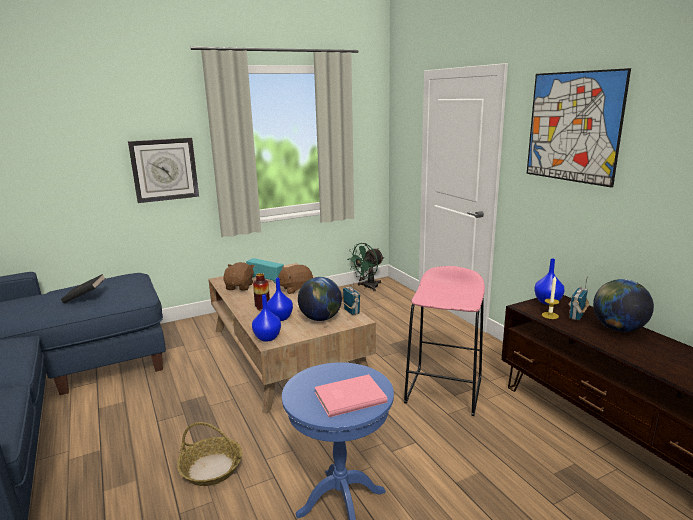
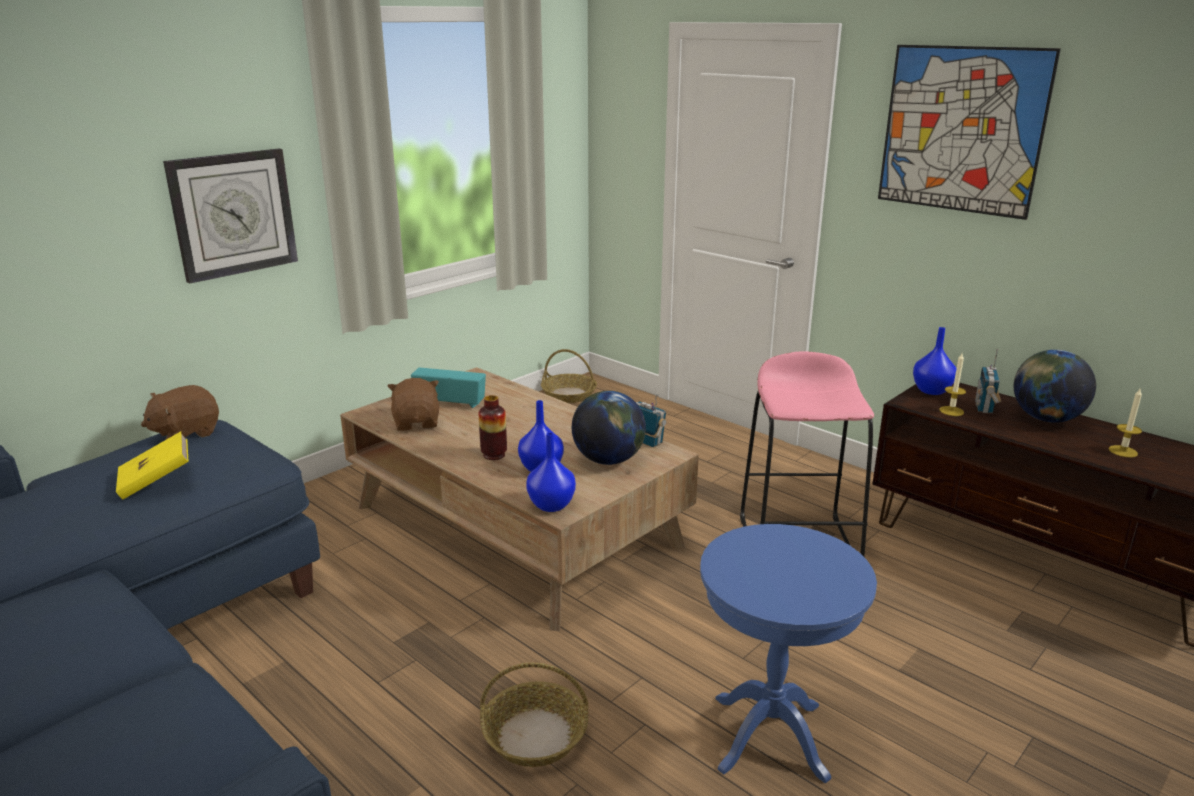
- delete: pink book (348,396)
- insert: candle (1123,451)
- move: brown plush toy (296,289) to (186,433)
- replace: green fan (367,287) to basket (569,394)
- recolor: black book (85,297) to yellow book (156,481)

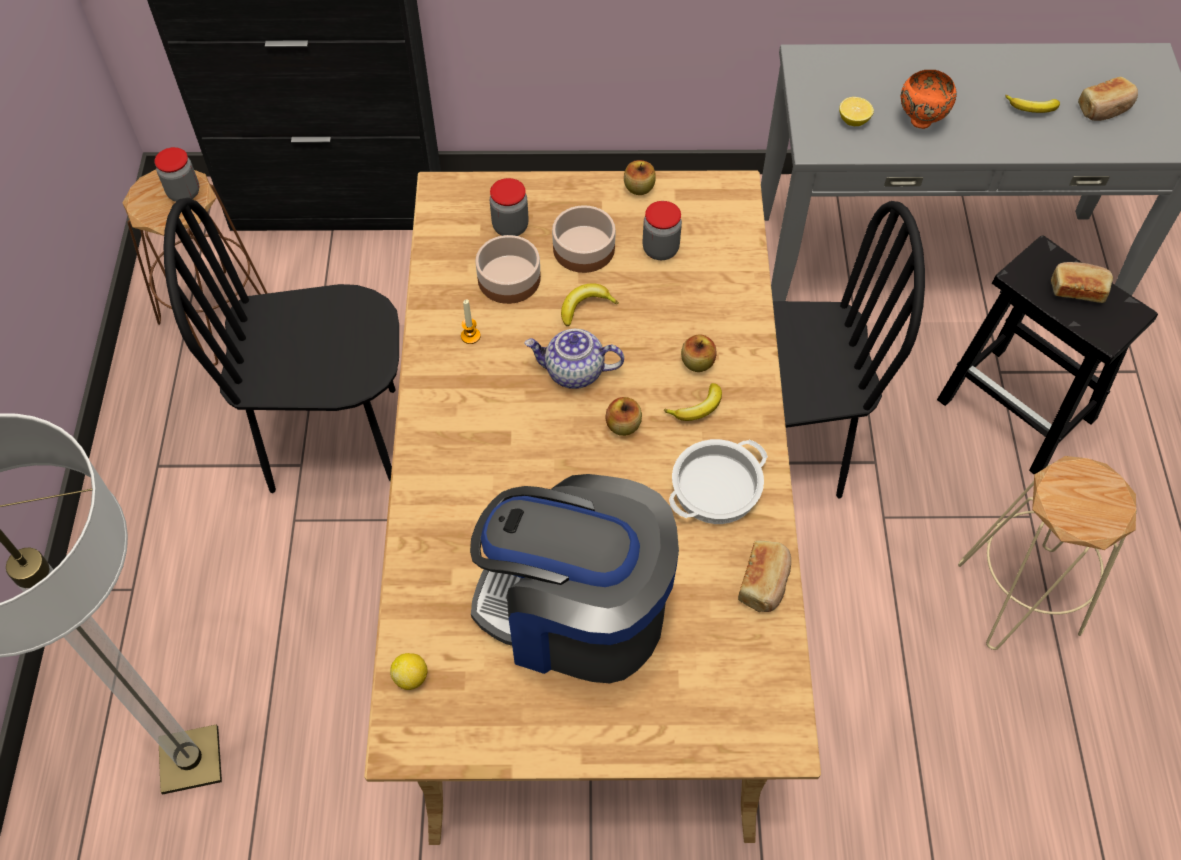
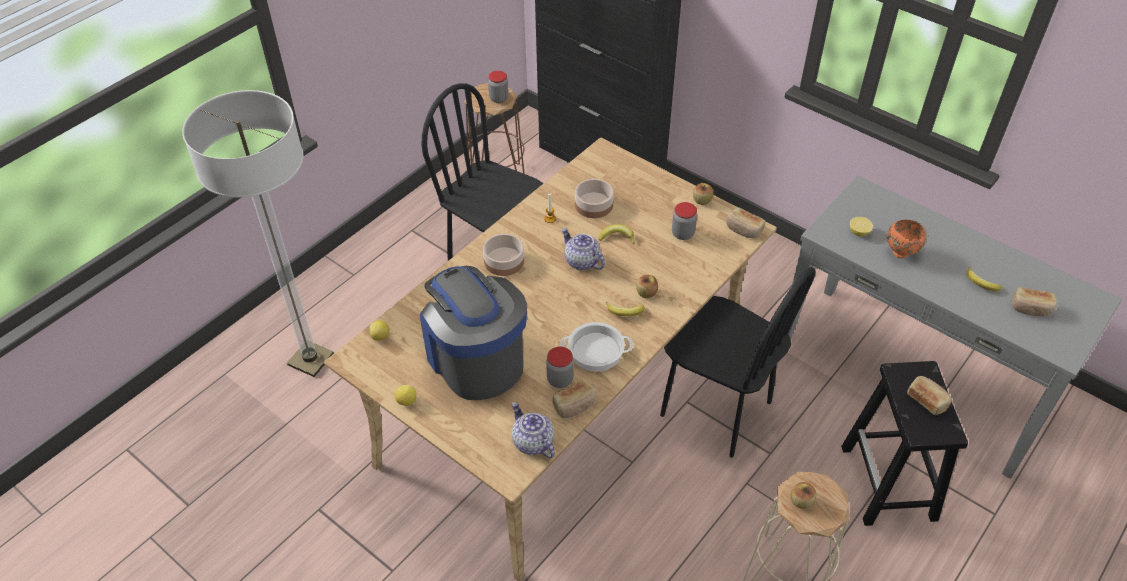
- insert: lemon (406,401)
- insert: teapot (532,442)
- insert: bread (744,229)
- move: jar (510,227) to (560,379)
- move: bowl (583,249) to (503,261)
- move: apple (623,425) to (801,501)

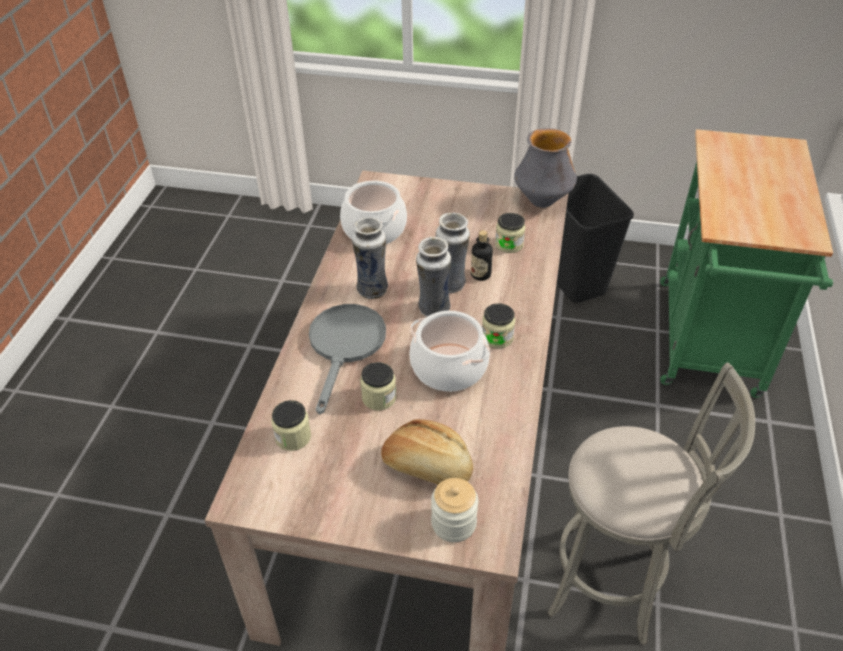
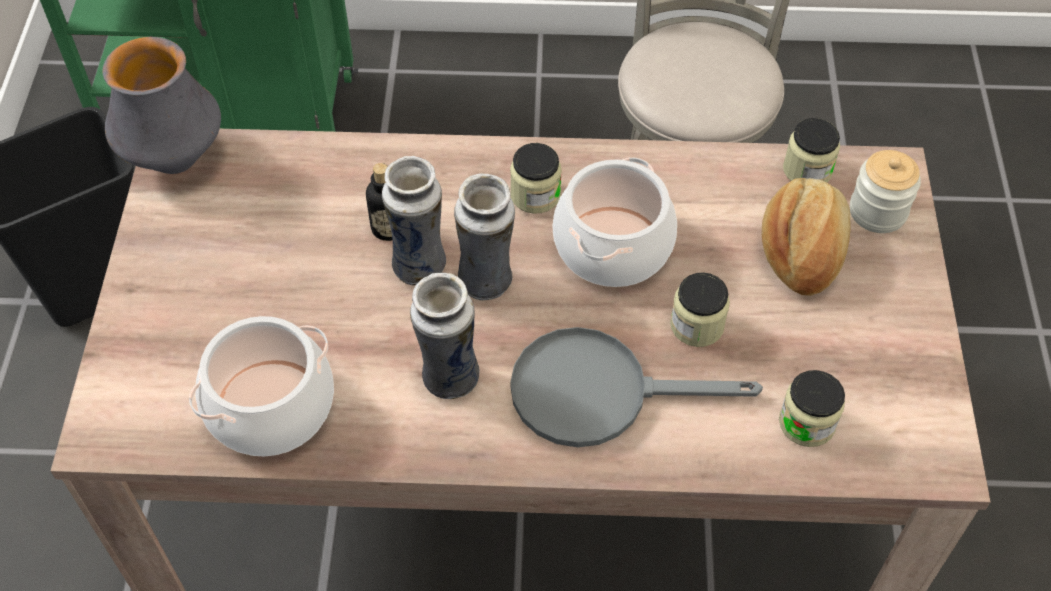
- move: jar (509,244) to (807,170)

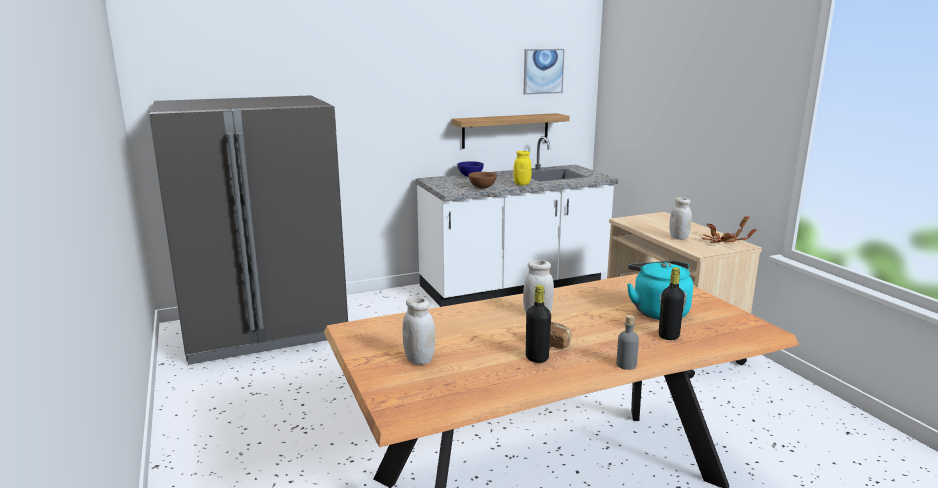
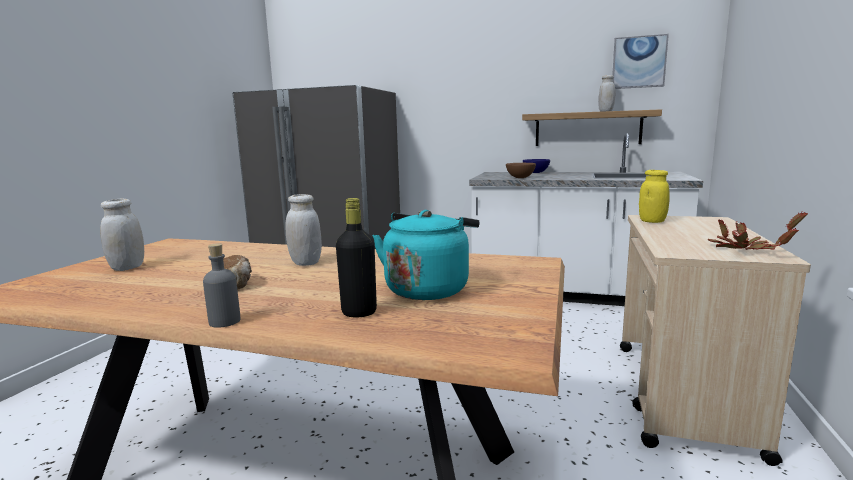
- delete: black bottle (537,358)
- move: yellow jar (522,184) to (652,221)
- move: white jar (678,237) to (606,111)

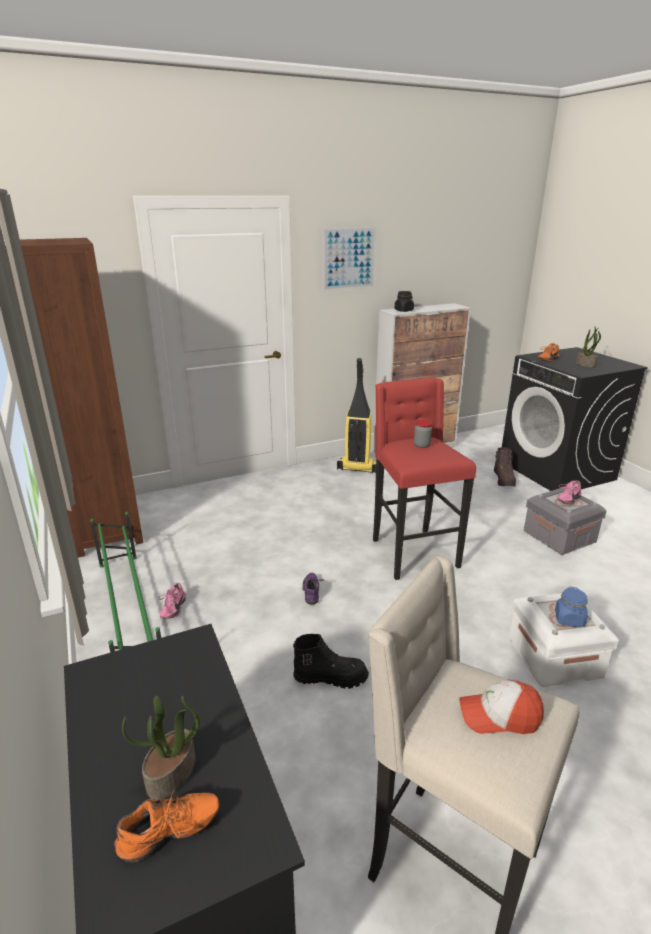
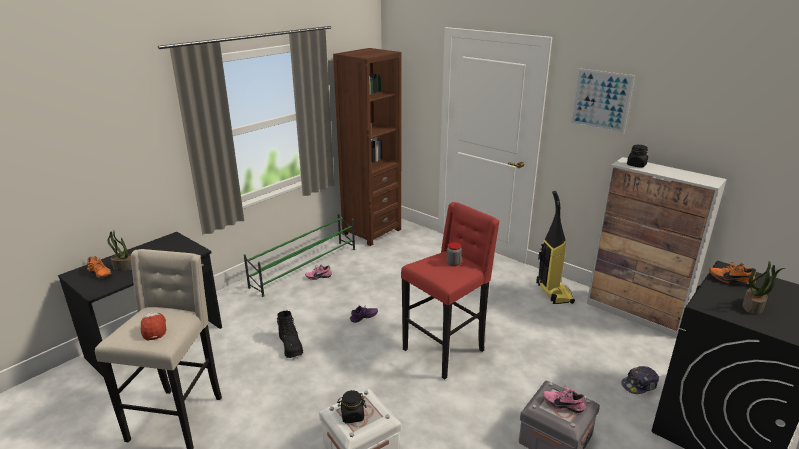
- replace: brown boot (504,480) to cap (639,385)
- recolor: blue jar (569,619) to black jar (352,415)

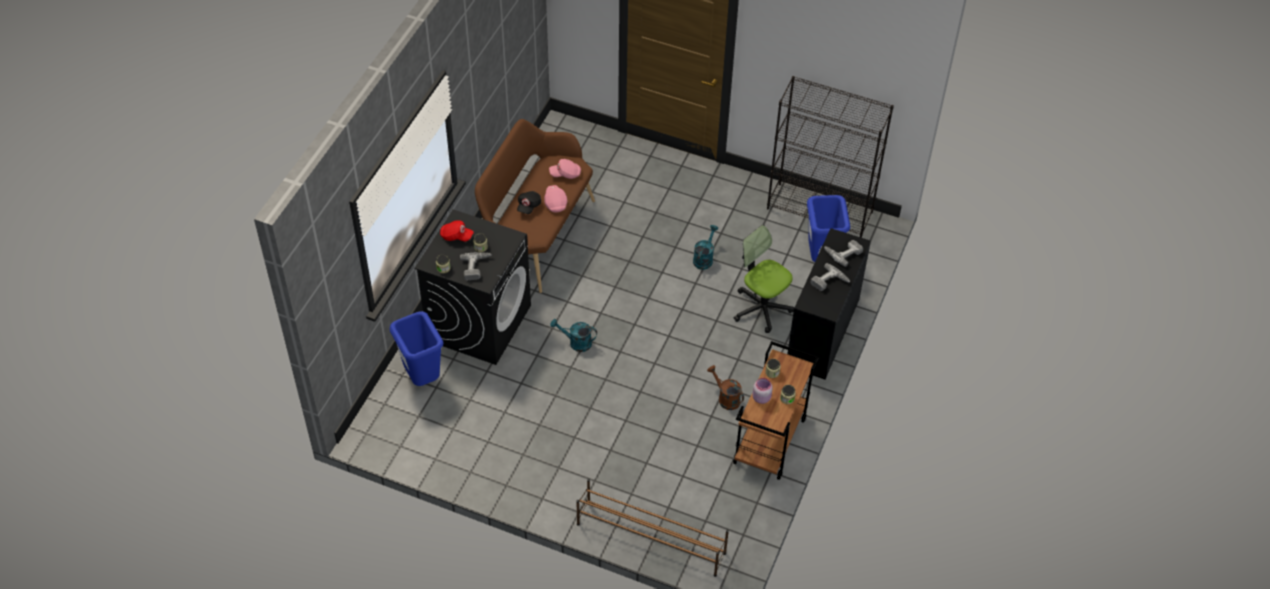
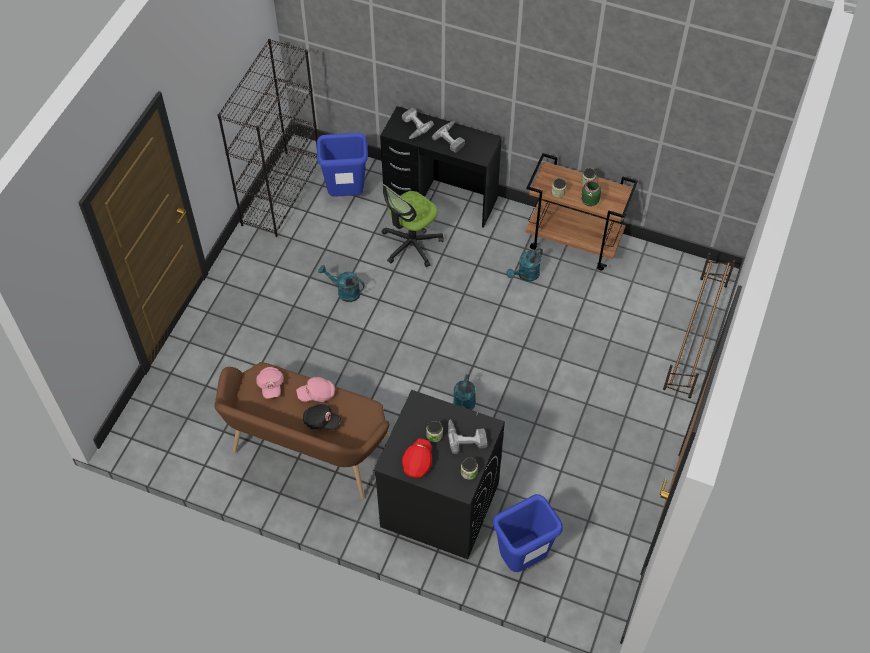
- recolor: brown watering can (726,398) to turquoise watering can (525,275)
- recolor: pink jar (761,397) to green jar (589,201)

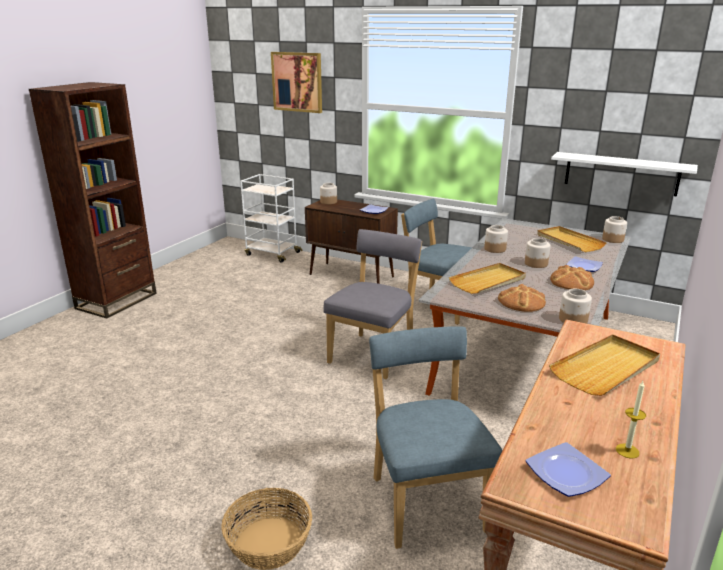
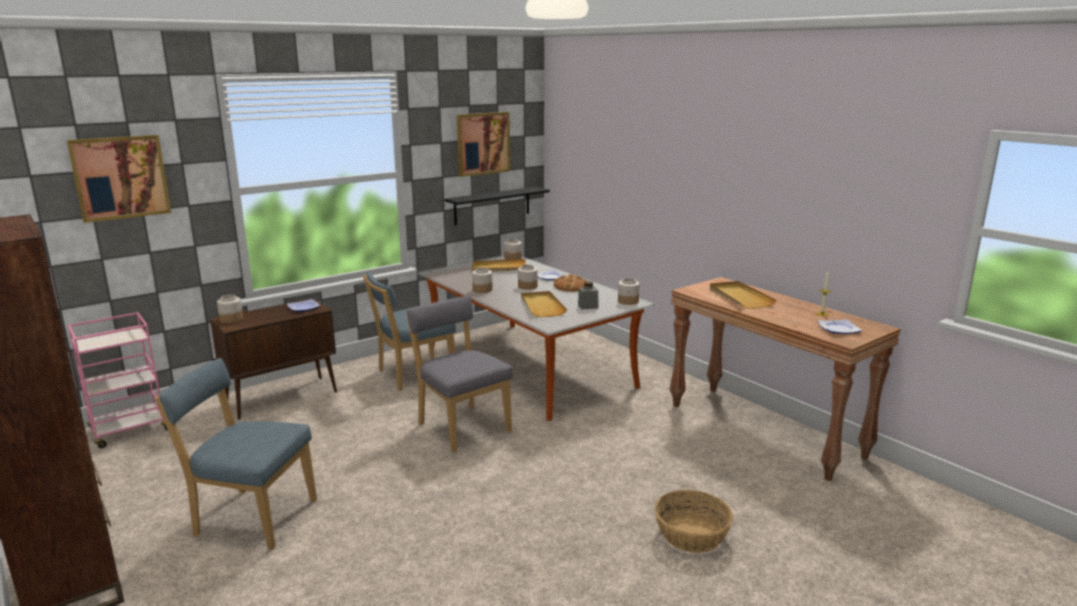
- insert: picture (483,143)
- move: blue chair (426,499) to (251,517)
- replace: bread (521,302) to grey jar (588,306)
- recolor: white cart (272,253) to pink cart (130,430)
- recolor: white shelf (621,174) to black shelf (492,205)

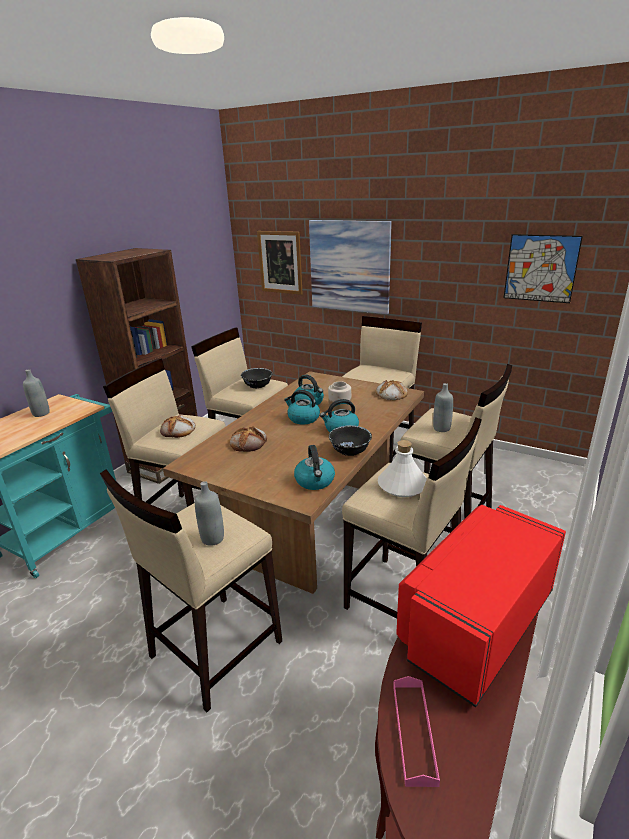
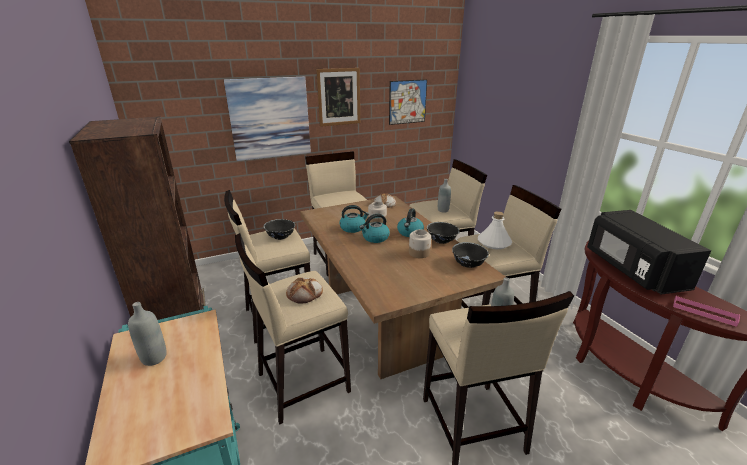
- delete: bread (249,442)
- insert: jar (419,253)
- move: picture (280,262) to (339,97)
- replace: kettle (315,481) to black bowl (468,263)
- recolor: red microwave (475,623) to black microwave (632,270)

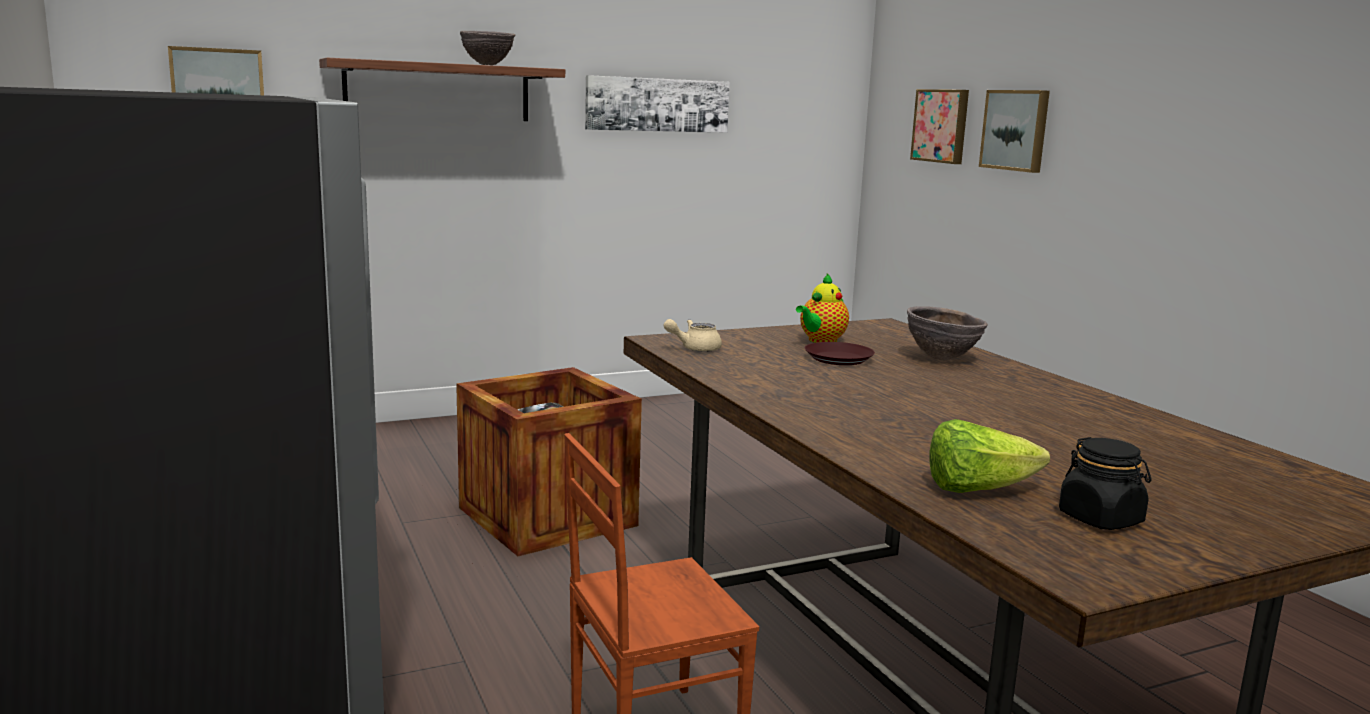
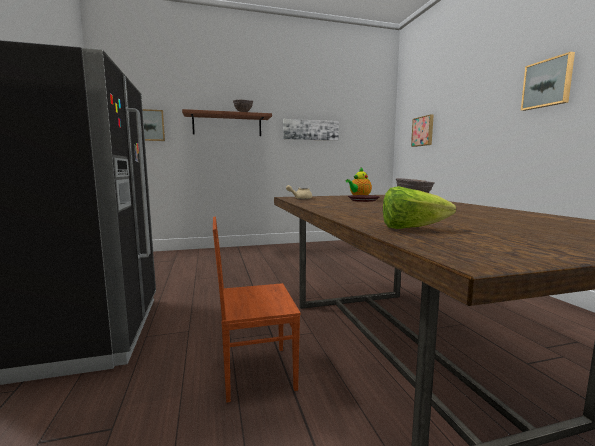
- delete: crate (547,516)
- delete: black jar (1101,519)
- move: picture (1016,130) to (547,83)

